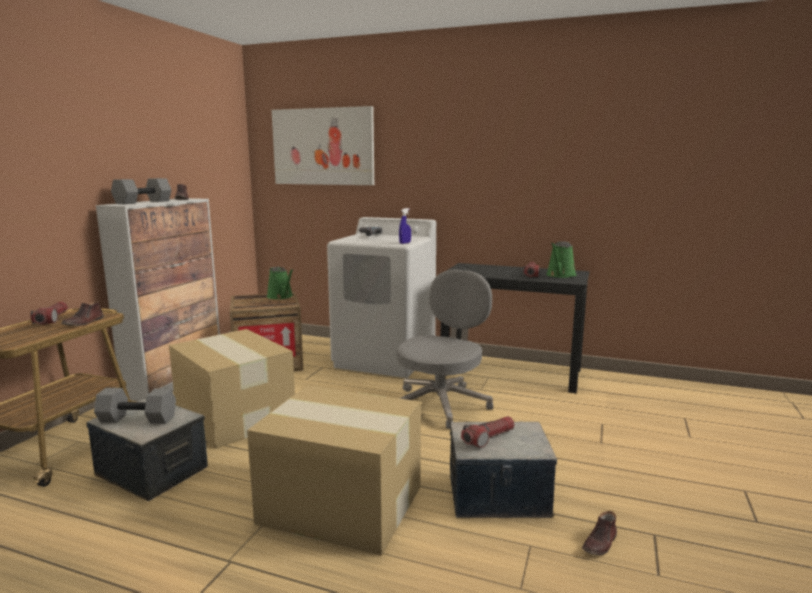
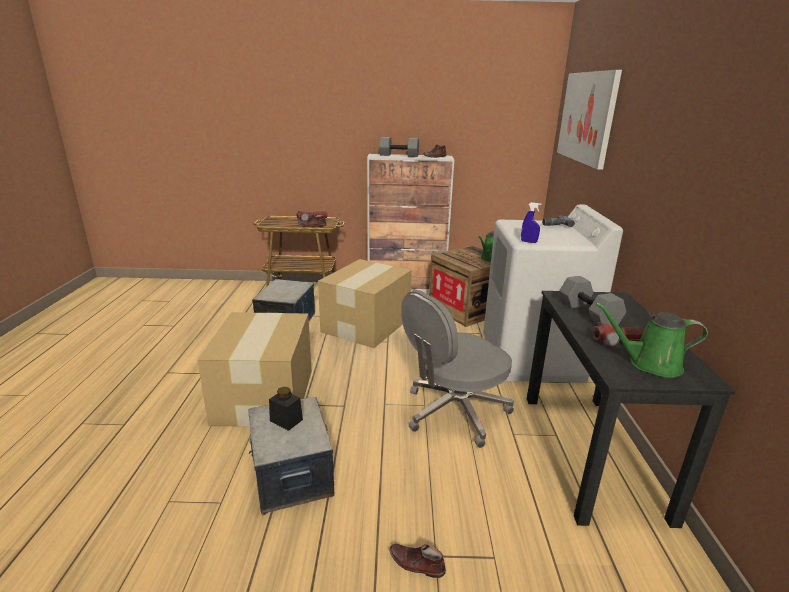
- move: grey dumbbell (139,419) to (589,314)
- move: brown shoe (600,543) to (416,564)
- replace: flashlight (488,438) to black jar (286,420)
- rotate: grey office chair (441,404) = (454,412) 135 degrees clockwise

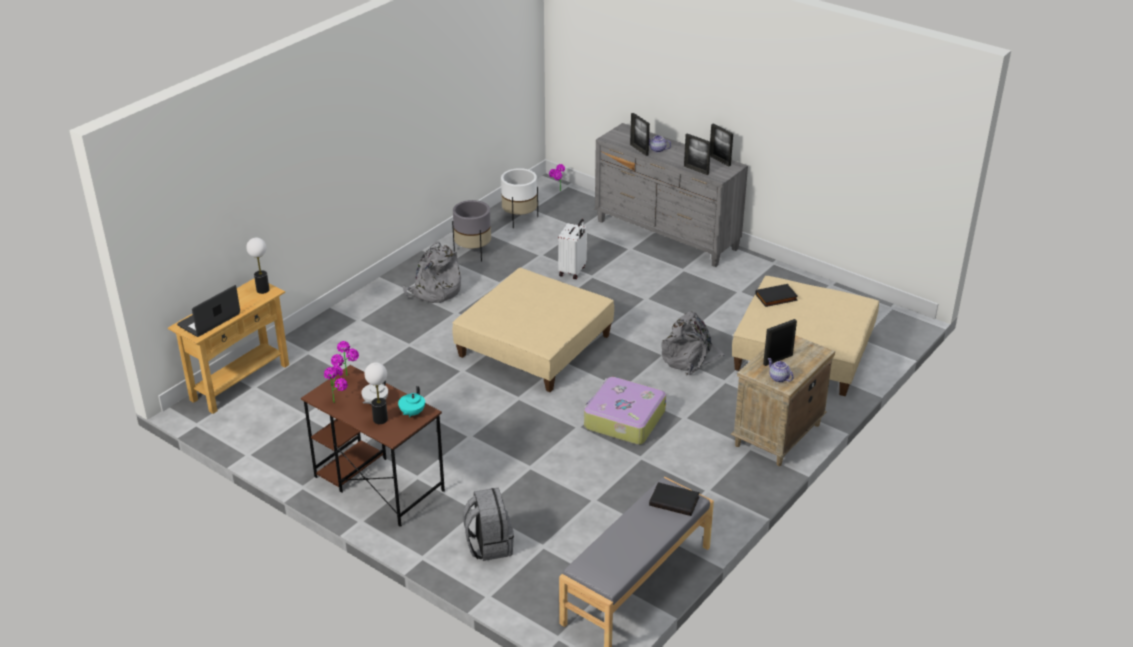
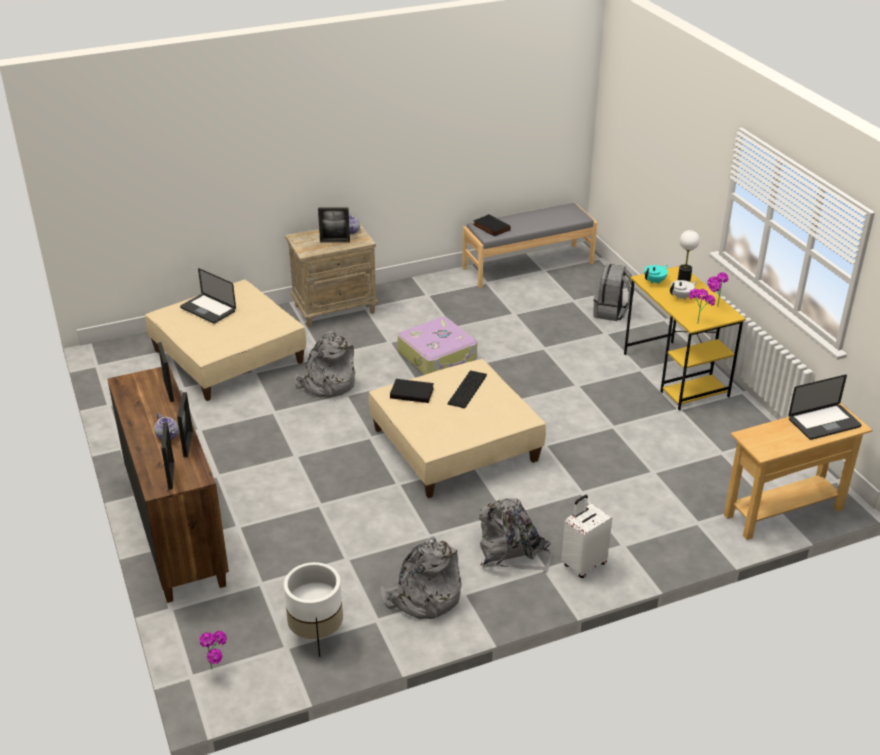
- delete: table lamp (262,290)
- insert: laptop (208,309)
- insert: keyboard (468,390)
- move: white suitcase (573,271) to (583,564)
- move: picture frame (719,160) to (171,475)
- move: black book (776,298) to (412,392)
- replace: grey planter (473,252) to grey backpack (423,598)
- recolor: brown desk (378,483) to yellow desk (676,375)
- recolor: grey dresser (666,235) to brown dresser (176,528)

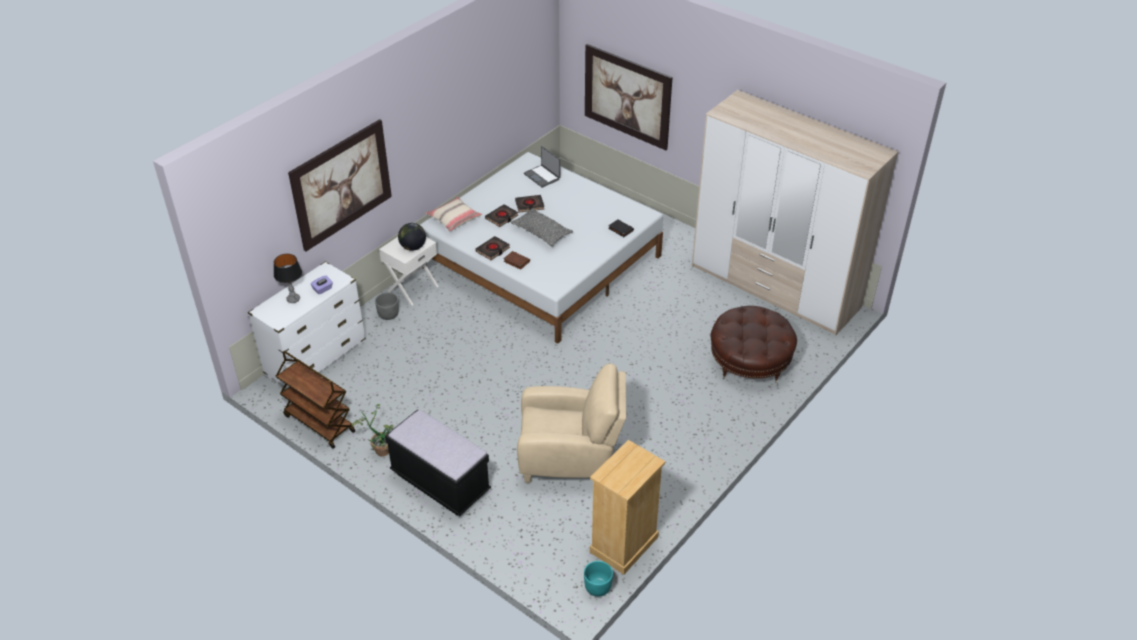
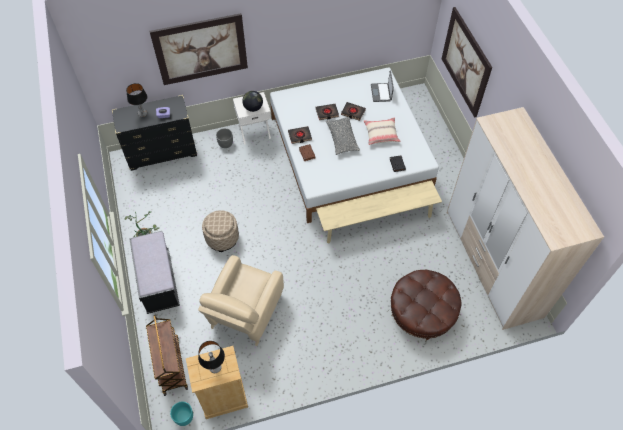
- insert: table lamp (215,367)
- insert: beige ottoman (222,238)
- insert: beige bench (376,221)
- move: brown cart (318,423) to (170,365)
- move: beige pillow (454,218) to (381,134)
- recolor: white dresser (316,358) to black dresser (162,152)
- rotate: beige armchair (570,457) = (245,313) 75 degrees clockwise

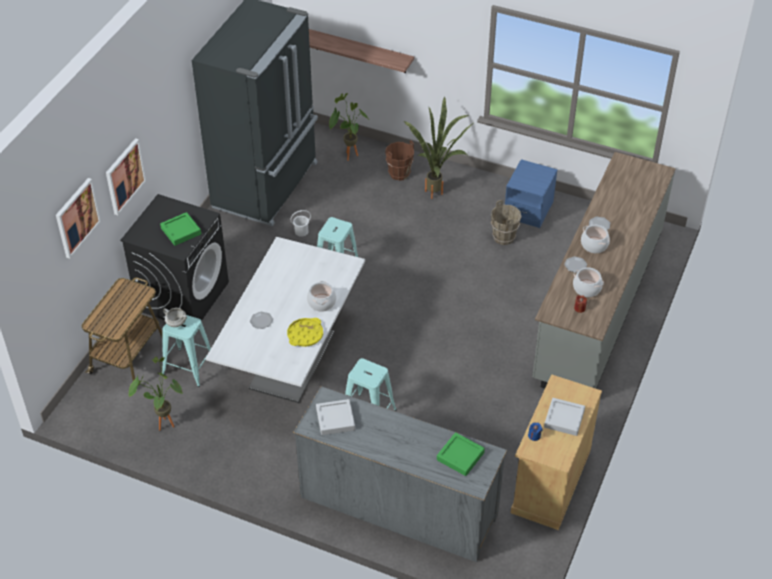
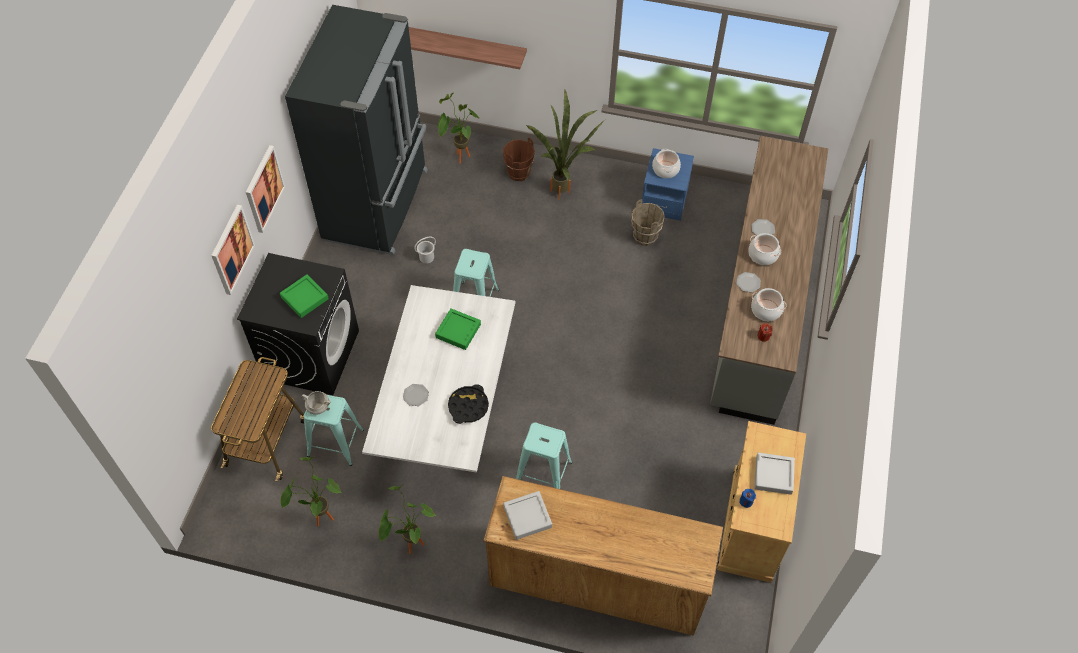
- insert: potted plant (409,544)
- move: picture (77,217) to (264,189)
- move: cooking pot (322,303) to (665,169)
- move: green tray (460,456) to (458,331)
- recolor: yellow tray (305,335) to black tray (468,406)
- recolor: grey dresser (398,505) to brown dresser (597,579)

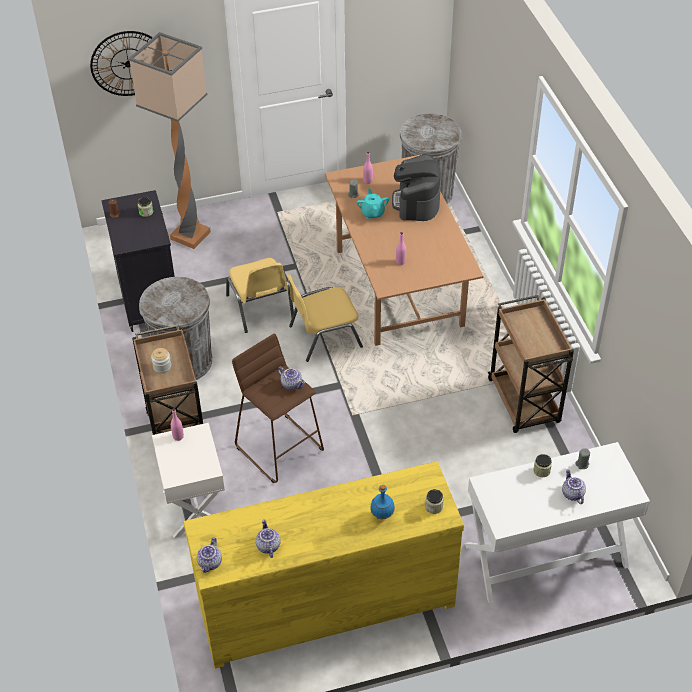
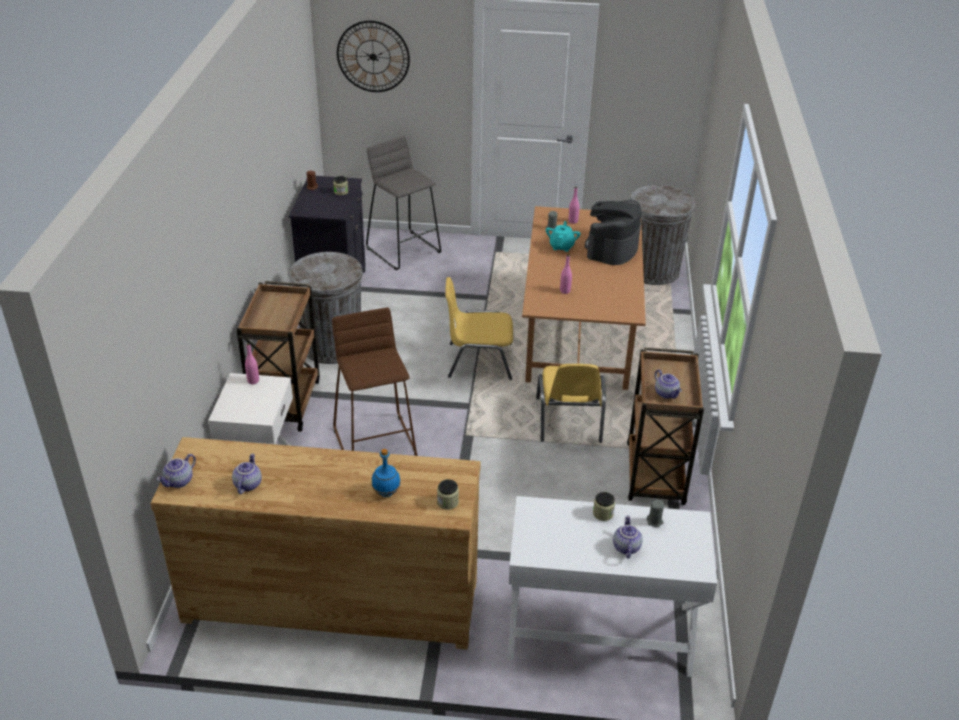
- delete: jar (162,367)
- move: yellow chair (261,308) to (569,421)
- move: teapot (292,384) to (667,393)
- replace: floor lamp (190,234) to grey stool (404,250)
- recolor: yellow dresser (325,603) to brown dresser (331,599)

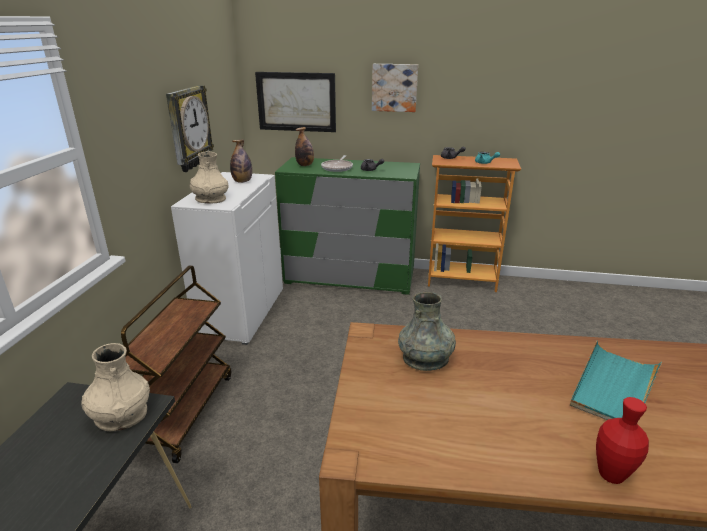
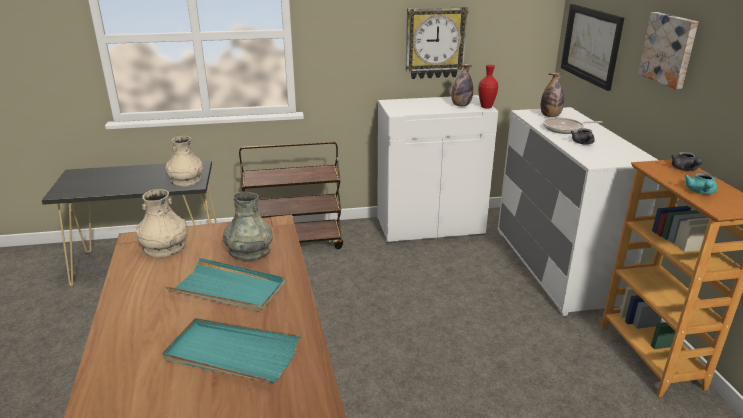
- insert: turquoise tray (228,289)
- move: beige vase (210,199) to (164,247)
- move: red vase (611,475) to (486,107)
- recolor: green dresser (350,277) to white dresser (555,266)

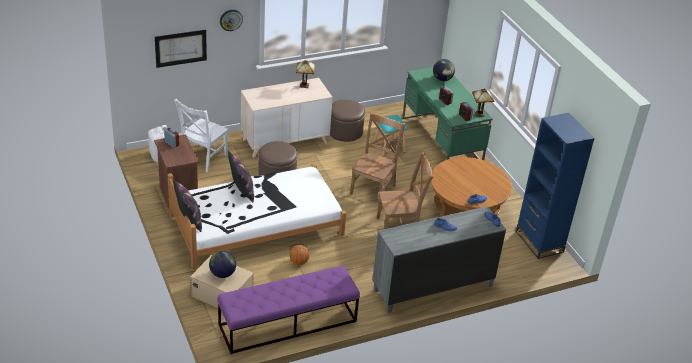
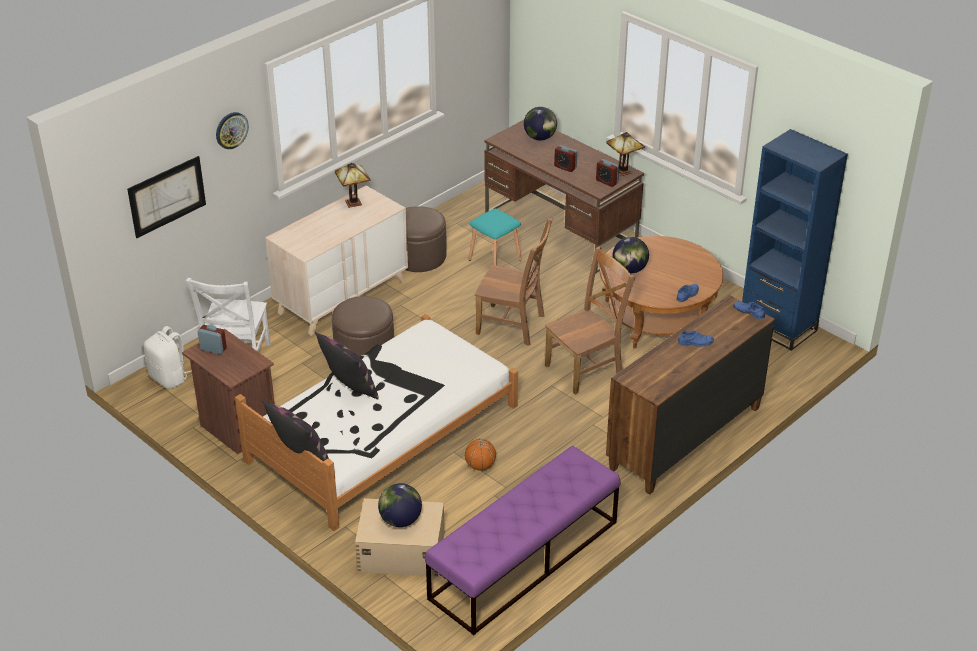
- insert: globe (629,270)
- recolor: grey dresser (432,287) to brown dresser (684,438)
- recolor: green desk (441,142) to brown desk (560,230)
- rotate: brown chair (373,188) = (513,325) 105 degrees clockwise

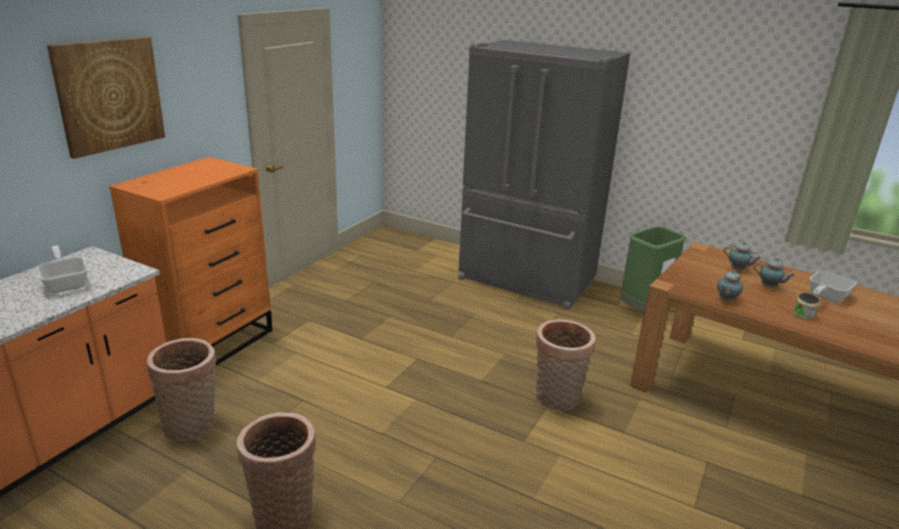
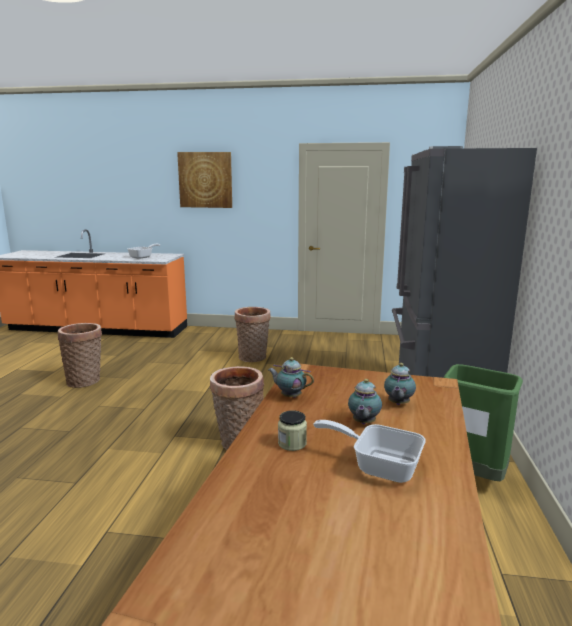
- delete: orange dresser (212,344)
- move: basket (192,425) to (253,358)

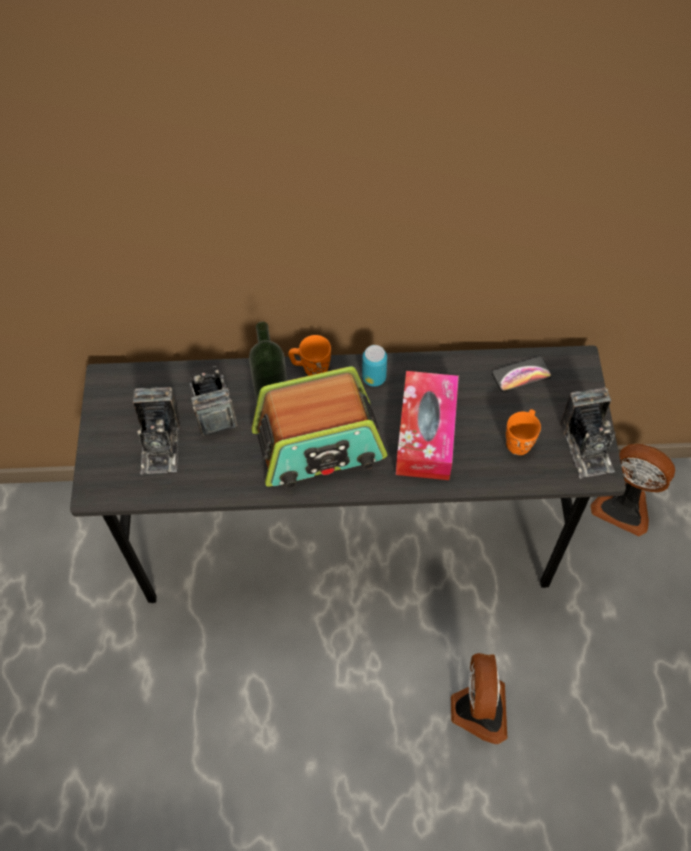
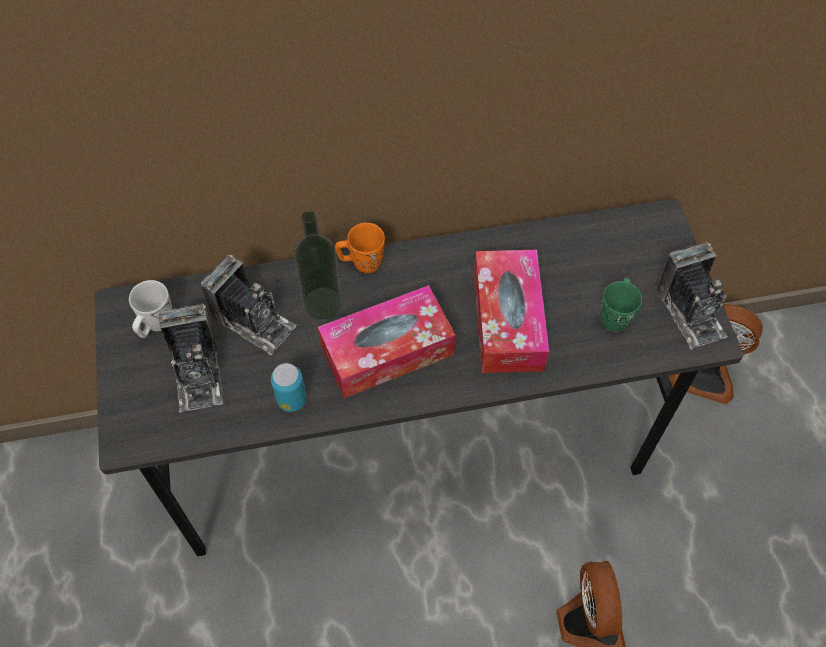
- delete: phone (521,375)
- insert: white mug (155,325)
- move: can (374,378) to (291,400)
- replace: radio (319,446) to tissue box (387,351)
- recolor: orange mug (520,440) to green mug (615,315)
- rotate: photo camera (213,406) = (253,321) 150 degrees clockwise

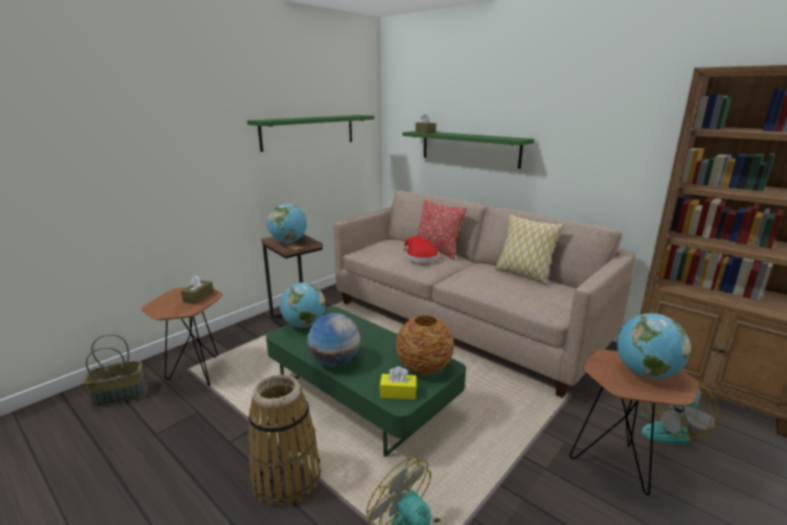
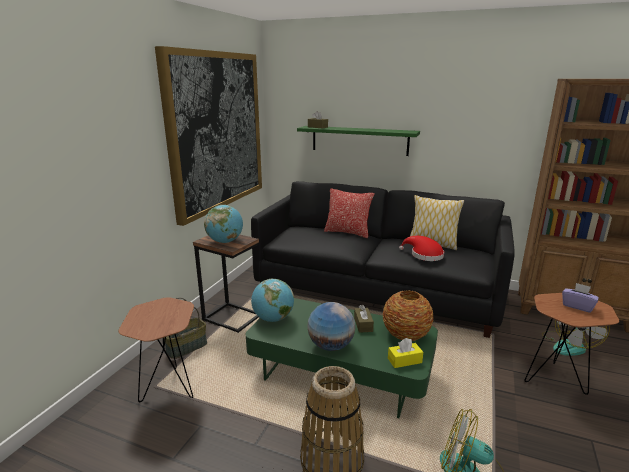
- move: basket (120,394) to (187,347)
- move: brown tissue box (198,297) to (363,324)
- move: red hat (420,257) to (424,255)
- replace: green shelf (309,132) to picture (216,132)
- replace: globe (645,373) to purple tissue box (577,306)
- recolor: beige sofa (463,322) to black sofa (376,291)

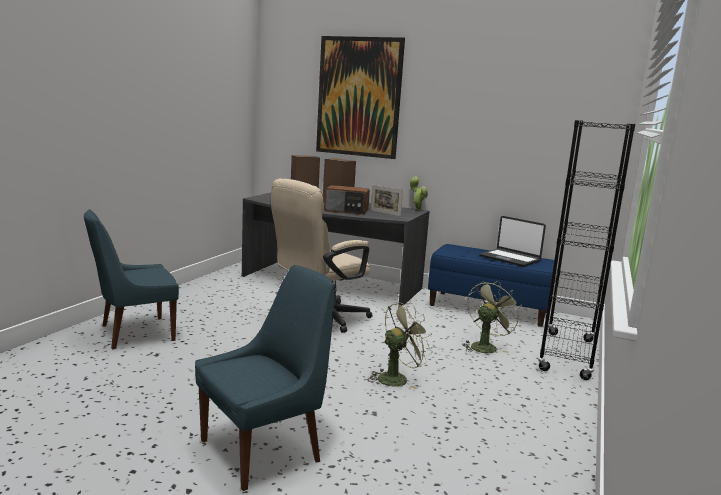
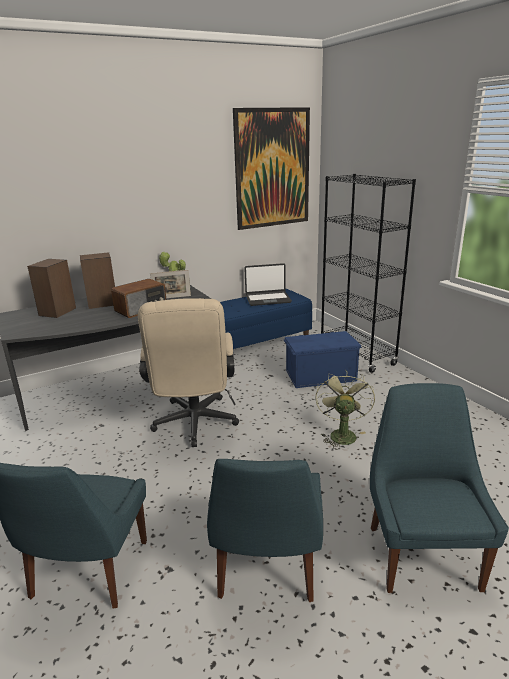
- insert: blue chair (266,569)
- move: picture (359,97) to (272,169)
- replace: green fan (485,346) to blue storage box (320,375)

